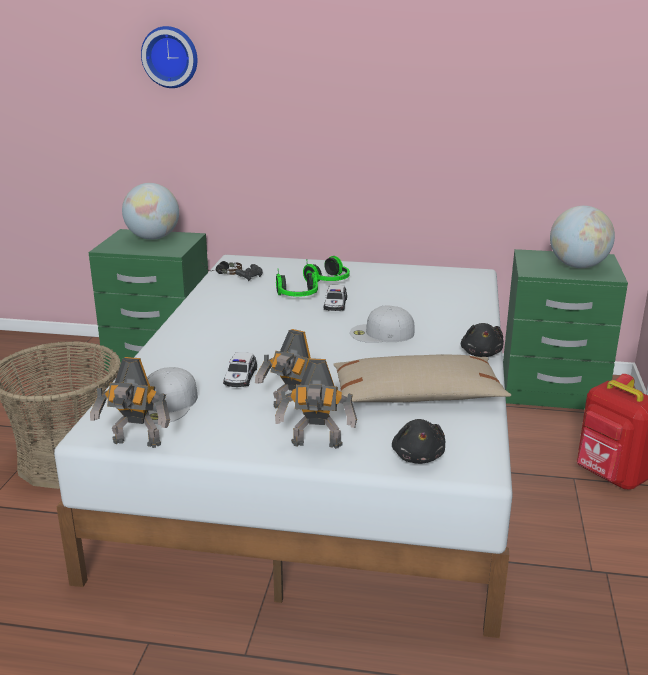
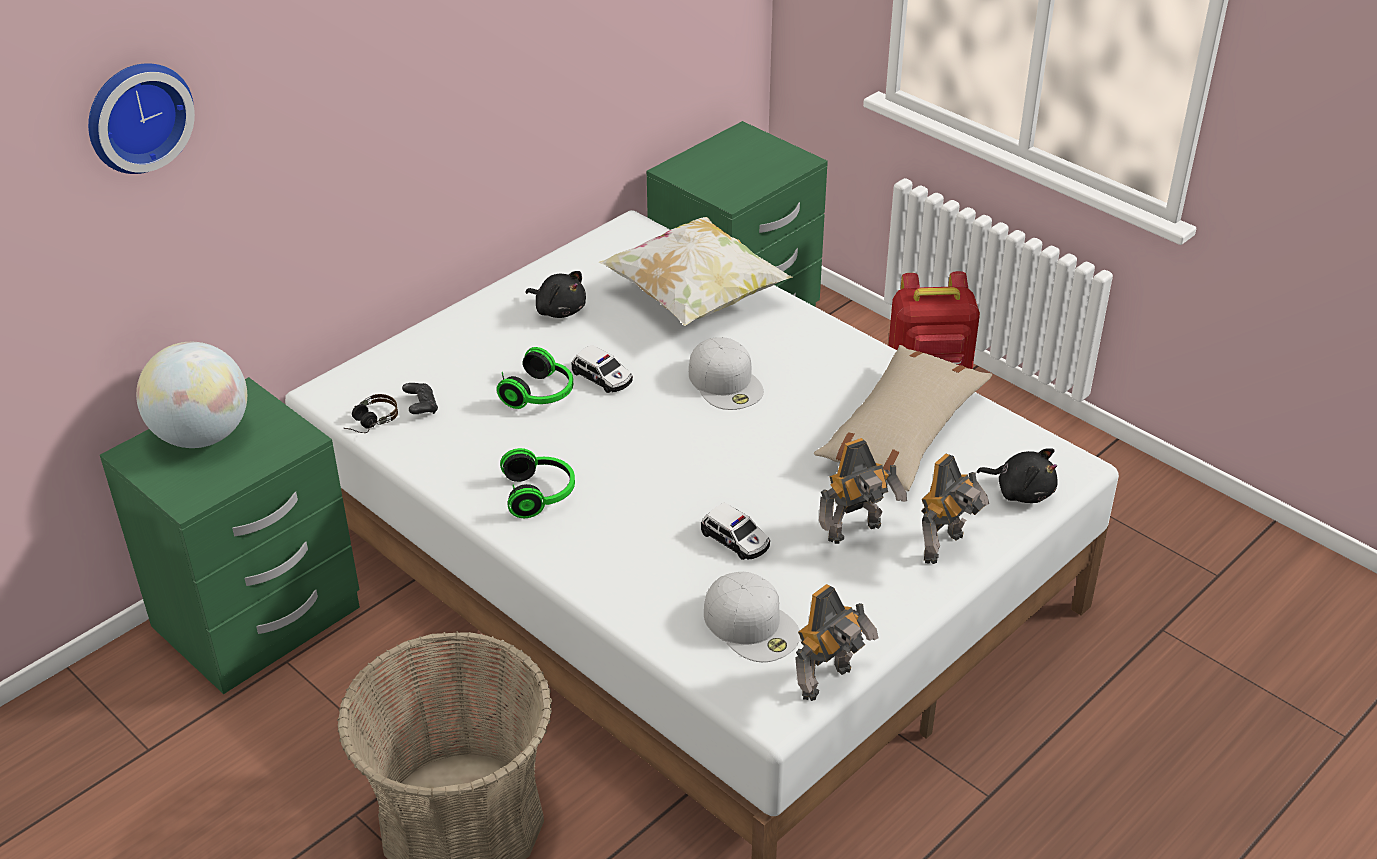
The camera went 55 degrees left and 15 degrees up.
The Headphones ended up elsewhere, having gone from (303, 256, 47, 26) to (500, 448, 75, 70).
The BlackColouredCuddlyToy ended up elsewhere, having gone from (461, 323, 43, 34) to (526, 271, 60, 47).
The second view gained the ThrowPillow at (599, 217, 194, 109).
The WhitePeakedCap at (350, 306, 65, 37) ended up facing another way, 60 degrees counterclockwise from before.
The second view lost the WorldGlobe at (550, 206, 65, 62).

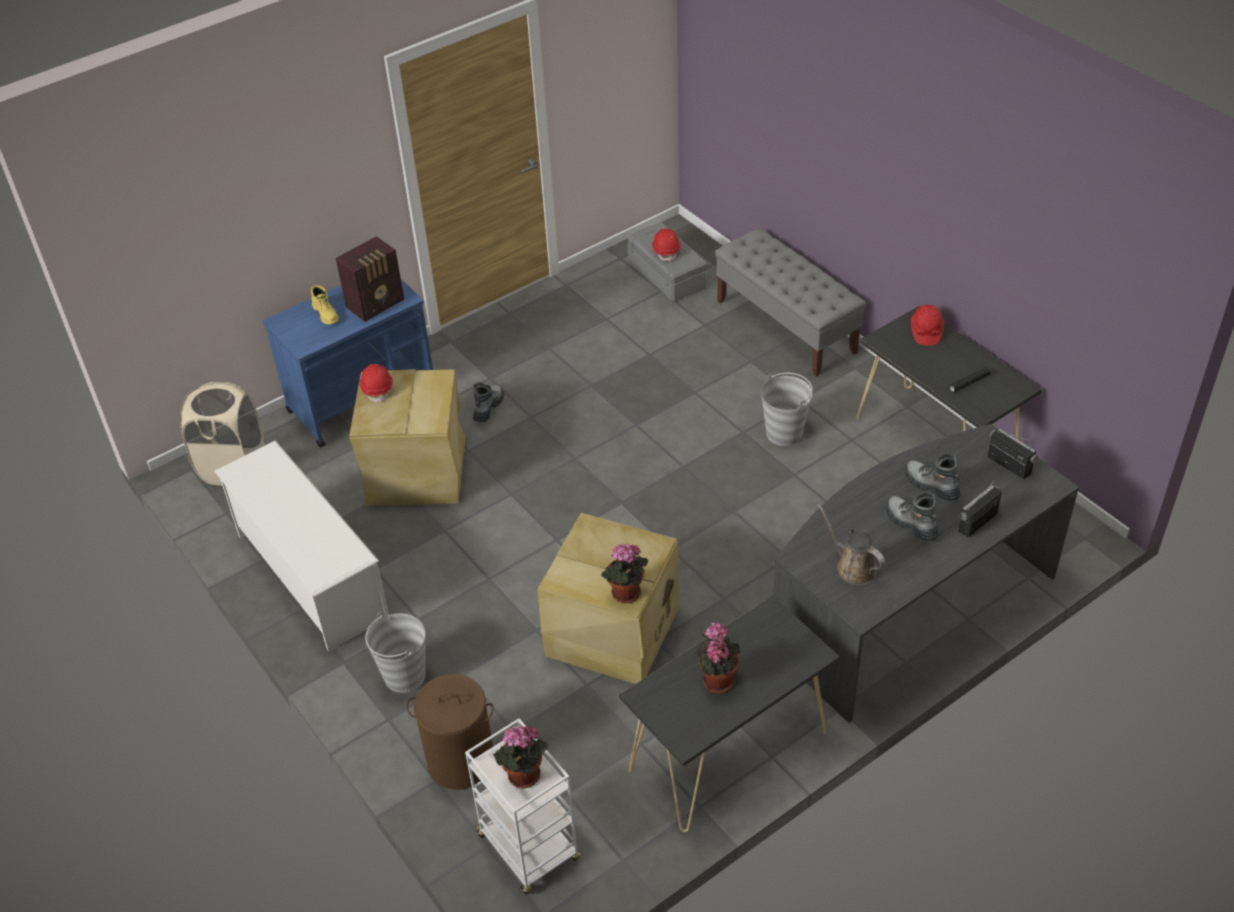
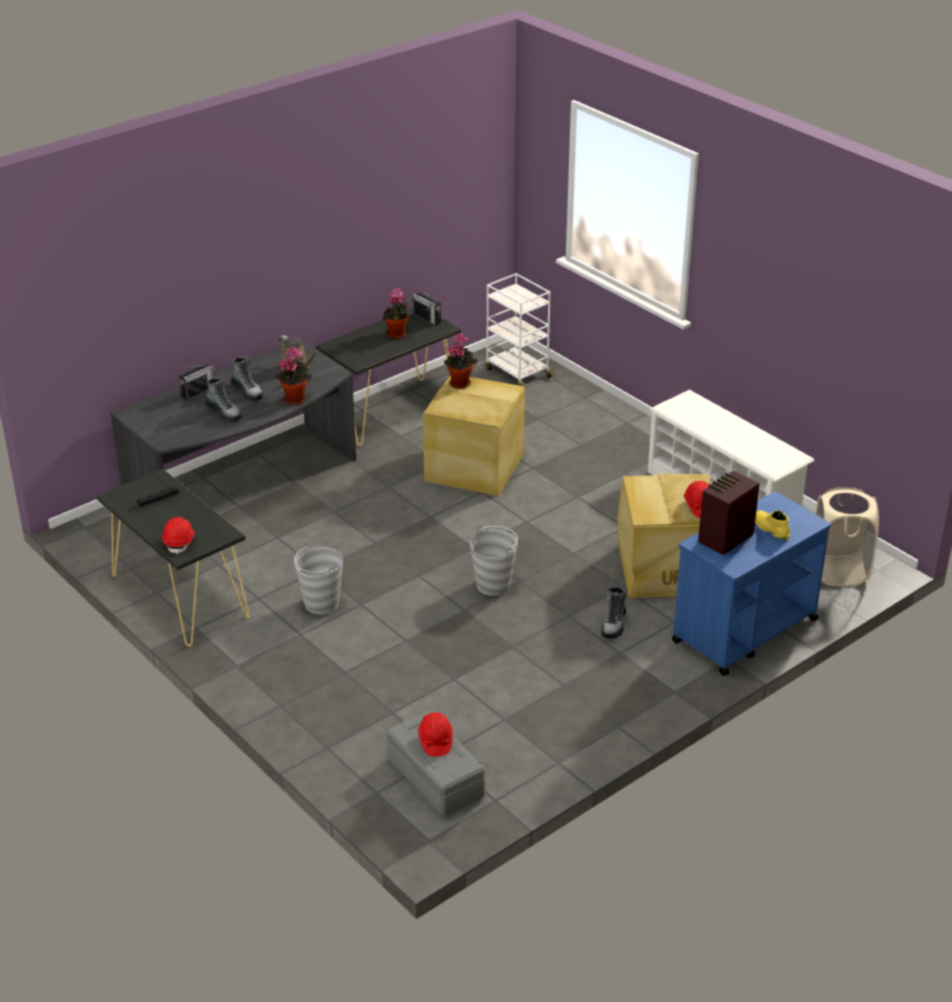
The camera went 175 degrees right and 10 degrees down.
The Houseplant ended up elsewhere, having gone from (493, 725, 55, 64) to (275, 347, 37, 58).
The Radio ended up elsewhere, having gone from (987, 428, 51, 51) to (411, 286, 30, 40).
The GreyishWaterBucket ended up elsewhere, having gone from (365, 612, 61, 81) to (470, 526, 48, 70).
The second view lost the BrownColouredLaundryBasket at (406, 674, 88, 116).
The second view lost the GreyishIndoorBench at (715, 228, 151, 149).

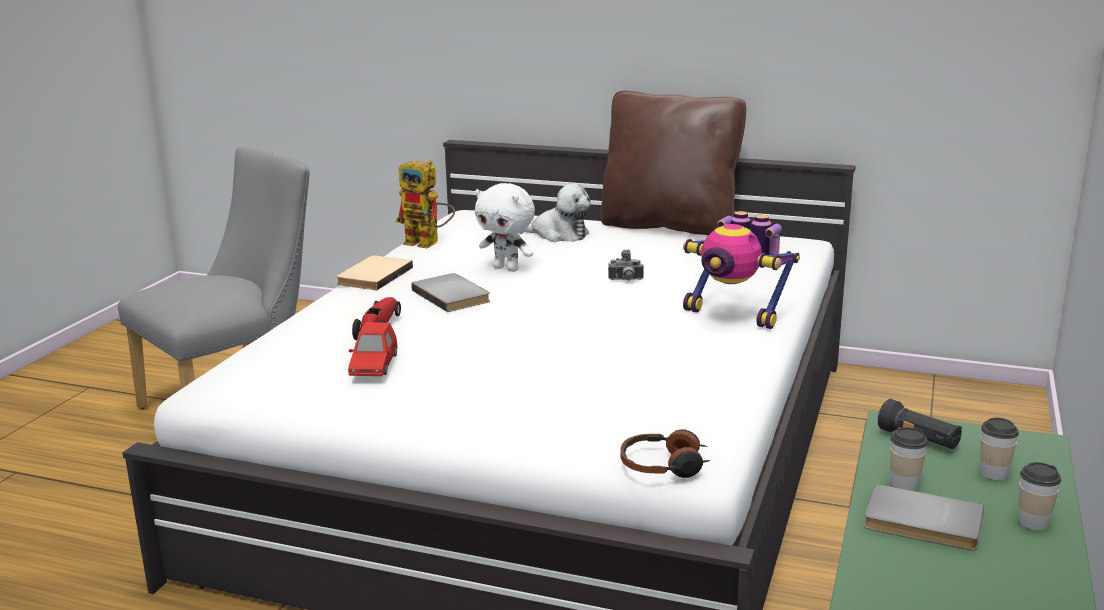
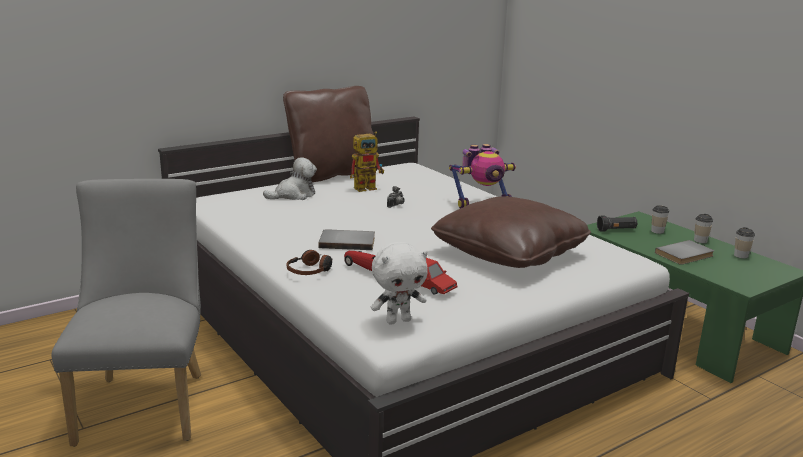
The camera went 55 degrees left and 0 degrees up.
The Headphones ended up elsewhere, having gone from (620, 429, 90, 49) to (287, 250, 46, 25).
The ToyRobot ended up elsewhere, having gone from (396, 160, 59, 88) to (350, 131, 34, 61).
The WhiteCuddlyToy ended up elsewhere, having gone from (475, 183, 60, 89) to (371, 242, 57, 83).
The second view gained the BrownColouredThrowPillow at (431, 196, 160, 72).
The SmallCup ended up elsewhere, having gone from (890, 427, 38, 64) to (734, 227, 21, 31).
The second view lost the SandColouredVolume at (336, 255, 77, 35).

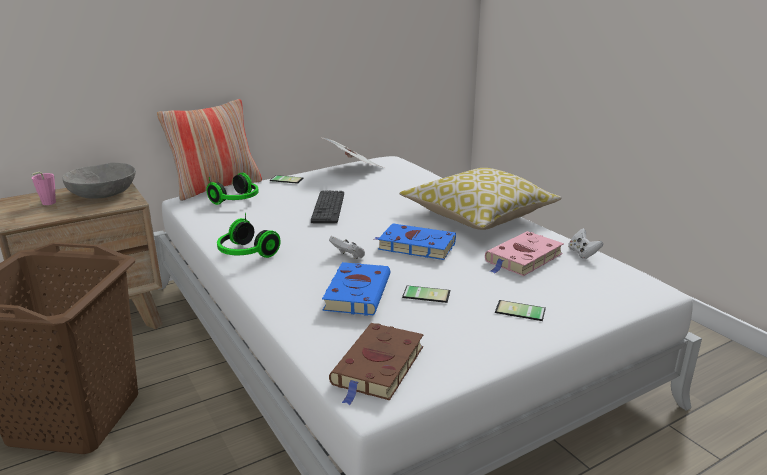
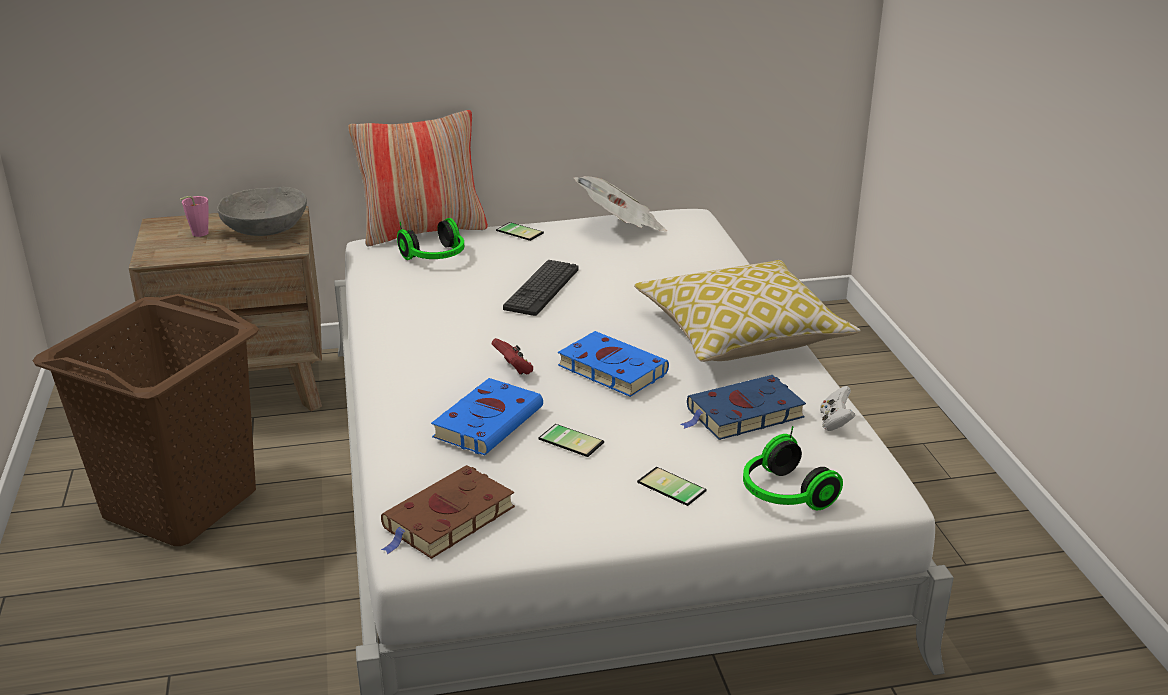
The camera went 20 degrees right and 5 degrees up.
What was the WhiteJoypad at (329, 236, 36, 23) turned into the ReddishJoypad at (492, 338, 41, 37).
What was the PinkishVolume at (485, 231, 79, 45) turned into the BluishVolume at (680, 375, 126, 65).
The Headphones ended up elsewhere, having gone from (217, 212, 64, 46) to (743, 426, 100, 84).

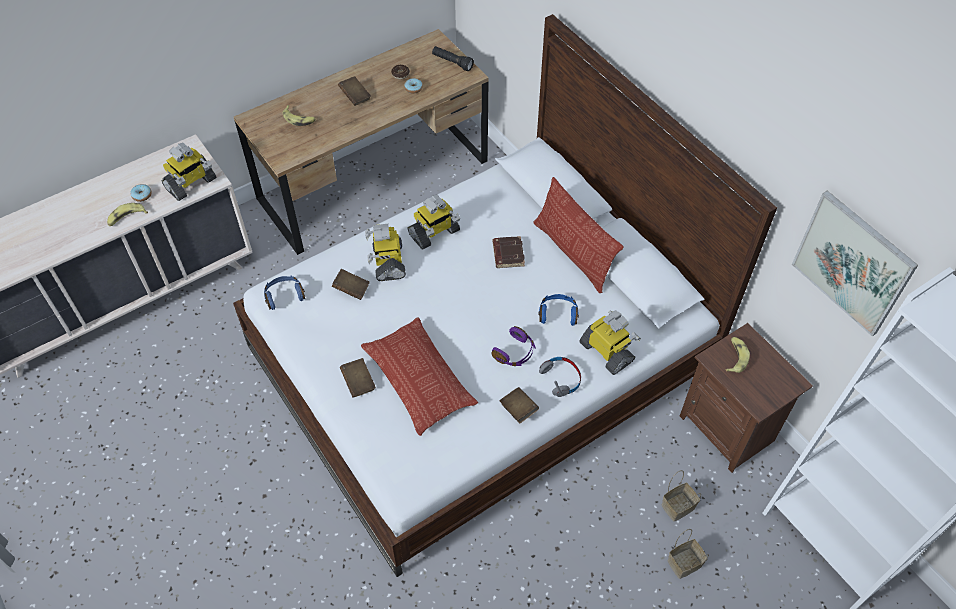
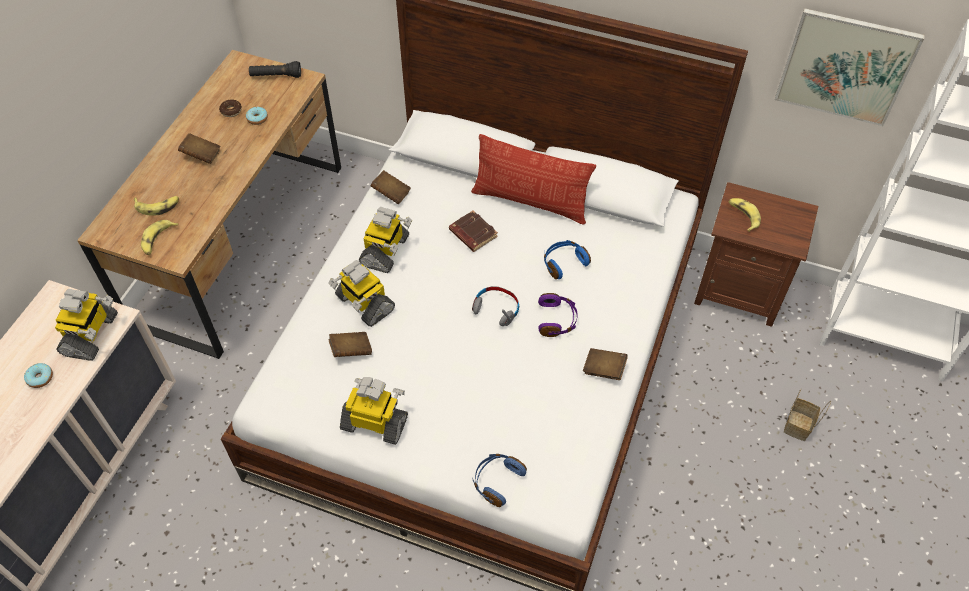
The camera went 35 degrees left and 0 degrees up.
The BananaFruit ended up elsewhere, having gone from (107, 203, 41, 24) to (141, 220, 37, 35).
The ToyRobot ended up elsewhere, having gone from (579, 310, 62, 65) to (340, 377, 68, 68).
The BrownColouredVolume ended up elsewhere, having gone from (340, 358, 36, 40) to (371, 170, 40, 34).
The GreyishHeadphones ended up elsewhere, having gone from (539, 357, 42, 40) to (472, 286, 47, 40).
The BluishHeadphones ended up elsewhere, having gone from (264, 275, 41, 35) to (472, 454, 55, 53).
The second view lost the ThrowPillow at (361, 318, 117, 118).
The second view lost the Basket at (662, 470, 39, 51).

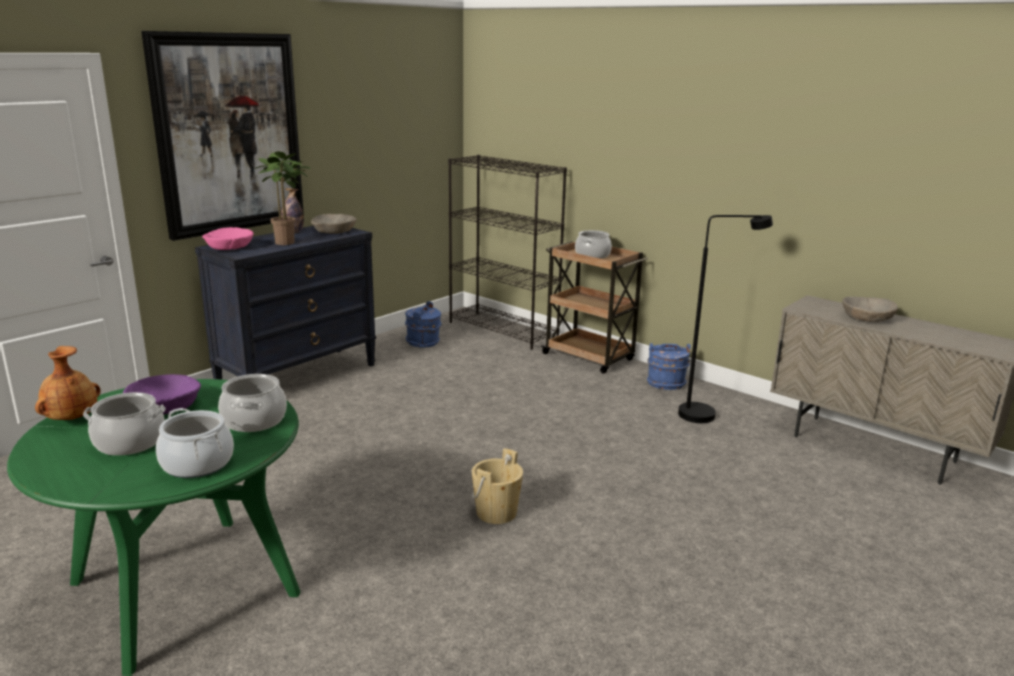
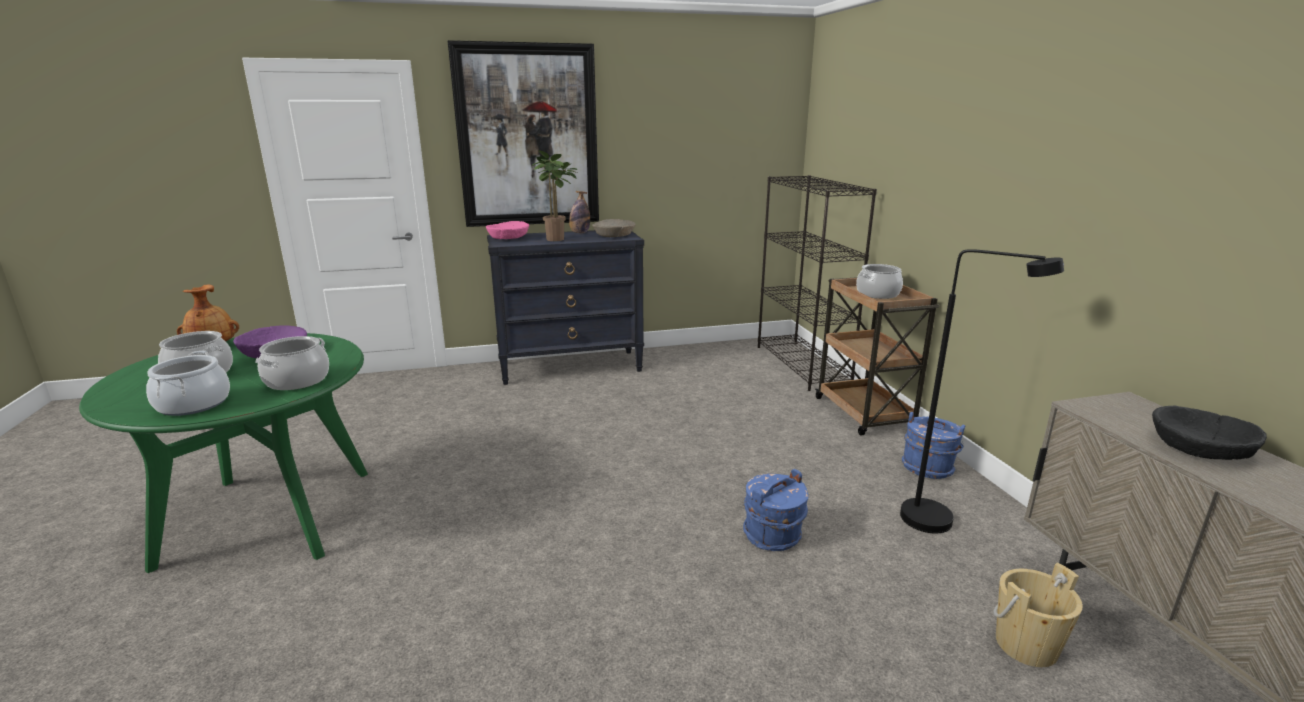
The camera went 35 degrees right and 0 degrees up.
The BluishWaterBucket ended up elsewhere, having gone from (405, 301, 36, 47) to (743, 469, 65, 82).
The SandColouredWaterBucket ended up elsewhere, having gone from (472, 448, 51, 76) to (993, 563, 90, 104).
What was the SandColouredDeepDish at (842, 297, 56, 25) turned into the BlackColouredDeepDish at (1152, 406, 115, 54).

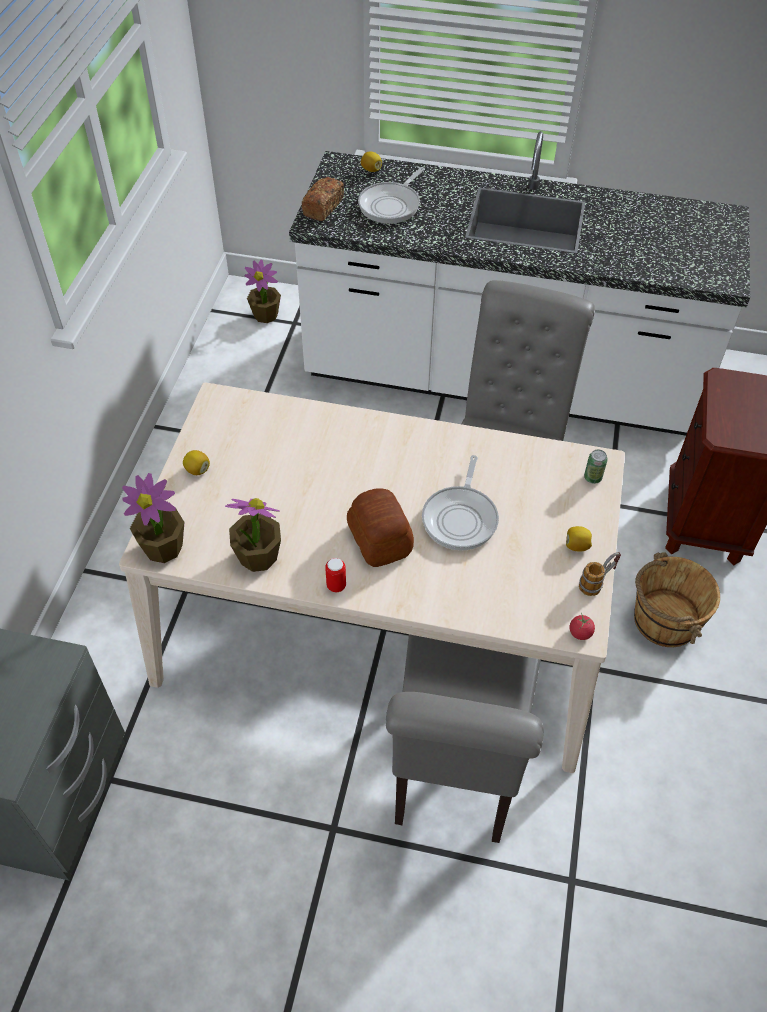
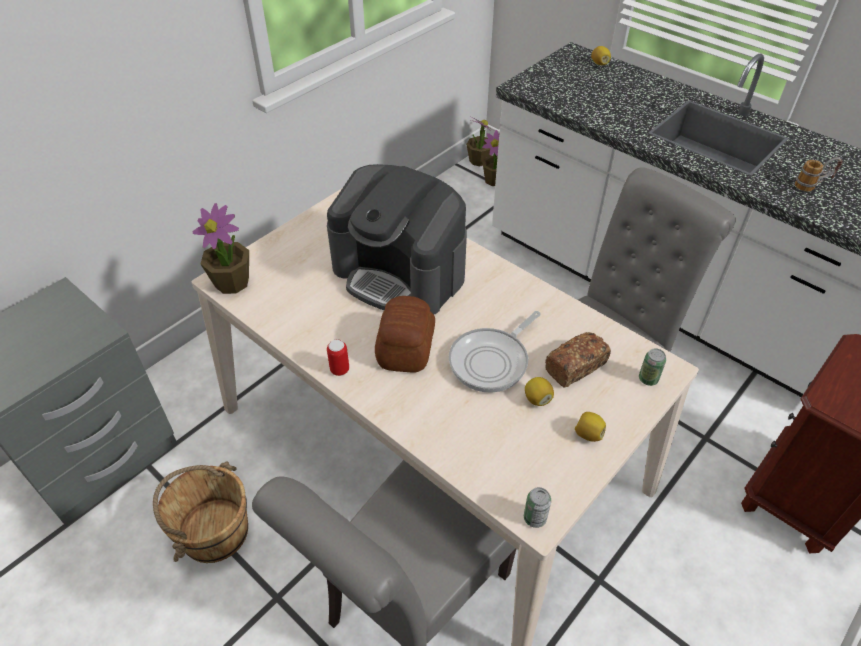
The camera went 30 degrees right and 5 degrees down.
The BrownColouredWaterBucket ended up elsewhere, having gone from (634, 552, 86, 95) to (153, 461, 95, 102).
The second view gained the CoffeeMaker at (327, 164, 140, 151).
The Houseplant ended up elsewhere, having gone from (225, 498, 56, 74) to (466, 117, 25, 49).
Where the Tomato stood at (570, 613, 25, 27), the SealedCan came to stand at (524, 487, 27, 41).
The CitrusFruit ended up elsewhere, having gone from (183, 450, 27, 25) to (525, 377, 29, 29).
The BakeryBread ended up elsewhere, having gone from (302, 177, 42, 44) to (545, 332, 66, 55).
The Mug ended up elsewhere, having gone from (579, 552, 42, 44) to (795, 157, 47, 35).
The second view lost the Skillet at (358, 167, 67, 57).

